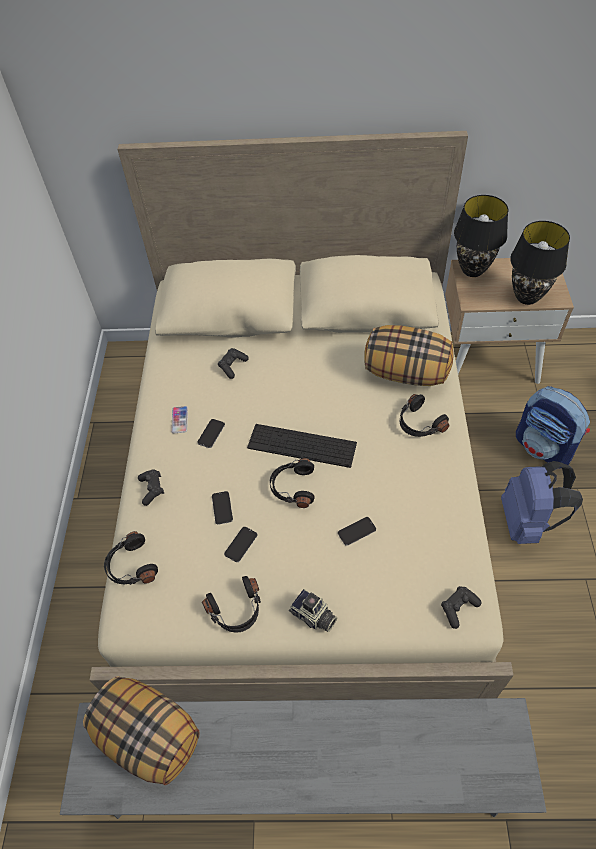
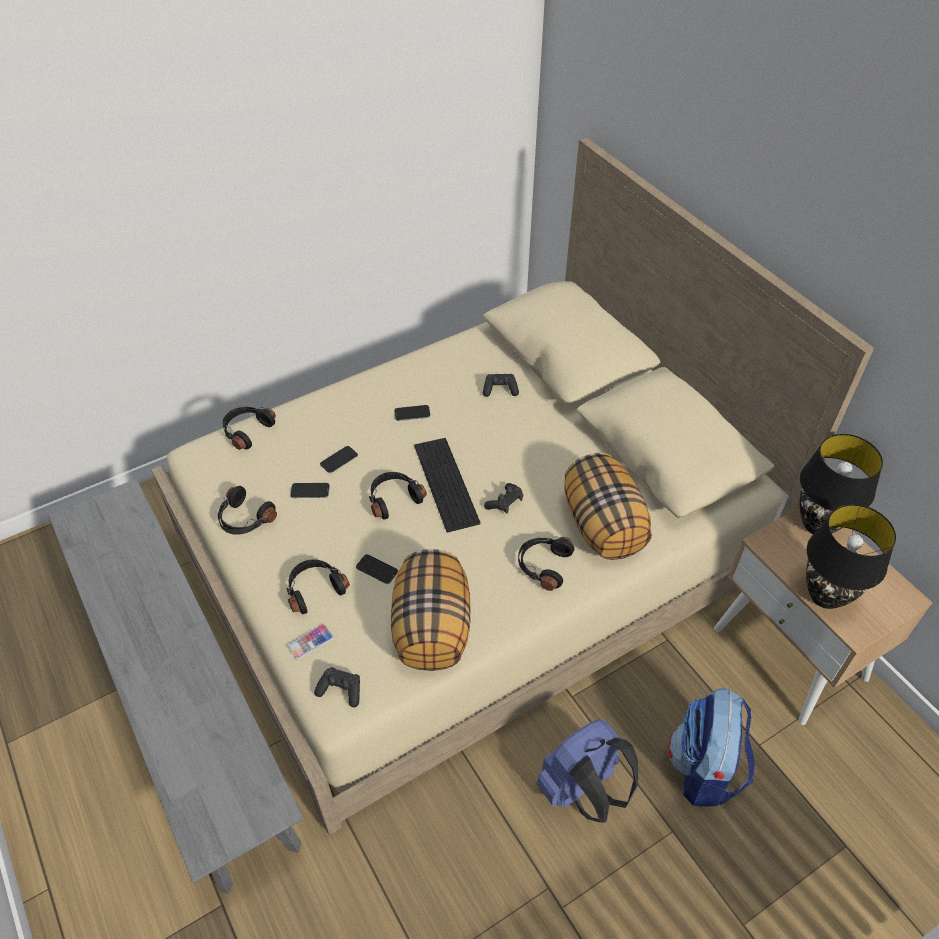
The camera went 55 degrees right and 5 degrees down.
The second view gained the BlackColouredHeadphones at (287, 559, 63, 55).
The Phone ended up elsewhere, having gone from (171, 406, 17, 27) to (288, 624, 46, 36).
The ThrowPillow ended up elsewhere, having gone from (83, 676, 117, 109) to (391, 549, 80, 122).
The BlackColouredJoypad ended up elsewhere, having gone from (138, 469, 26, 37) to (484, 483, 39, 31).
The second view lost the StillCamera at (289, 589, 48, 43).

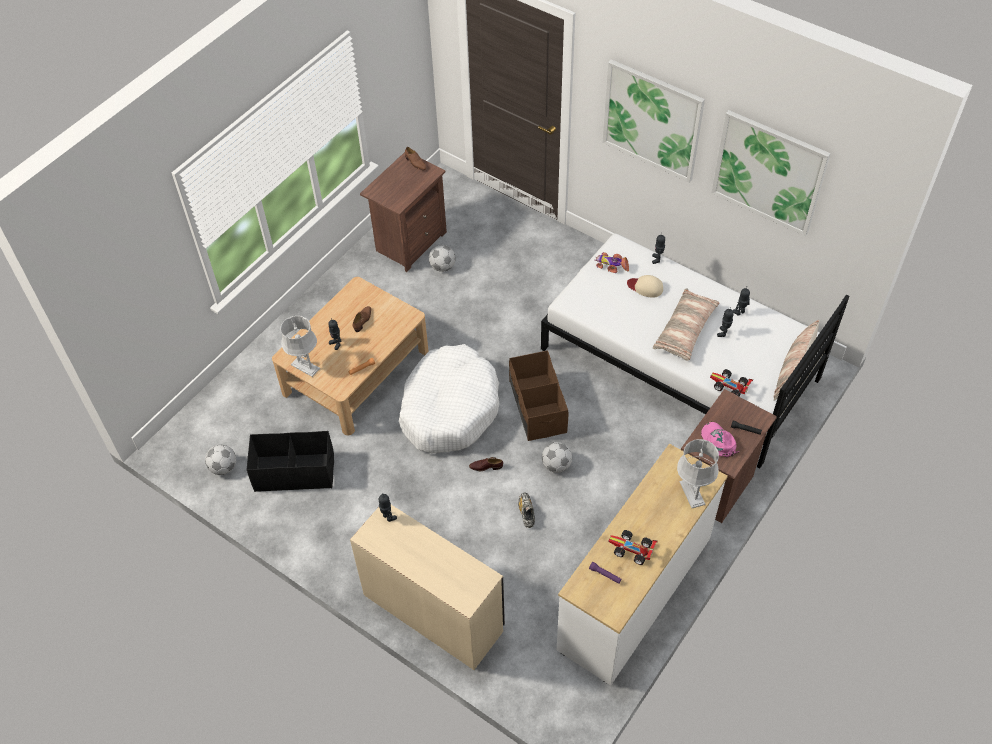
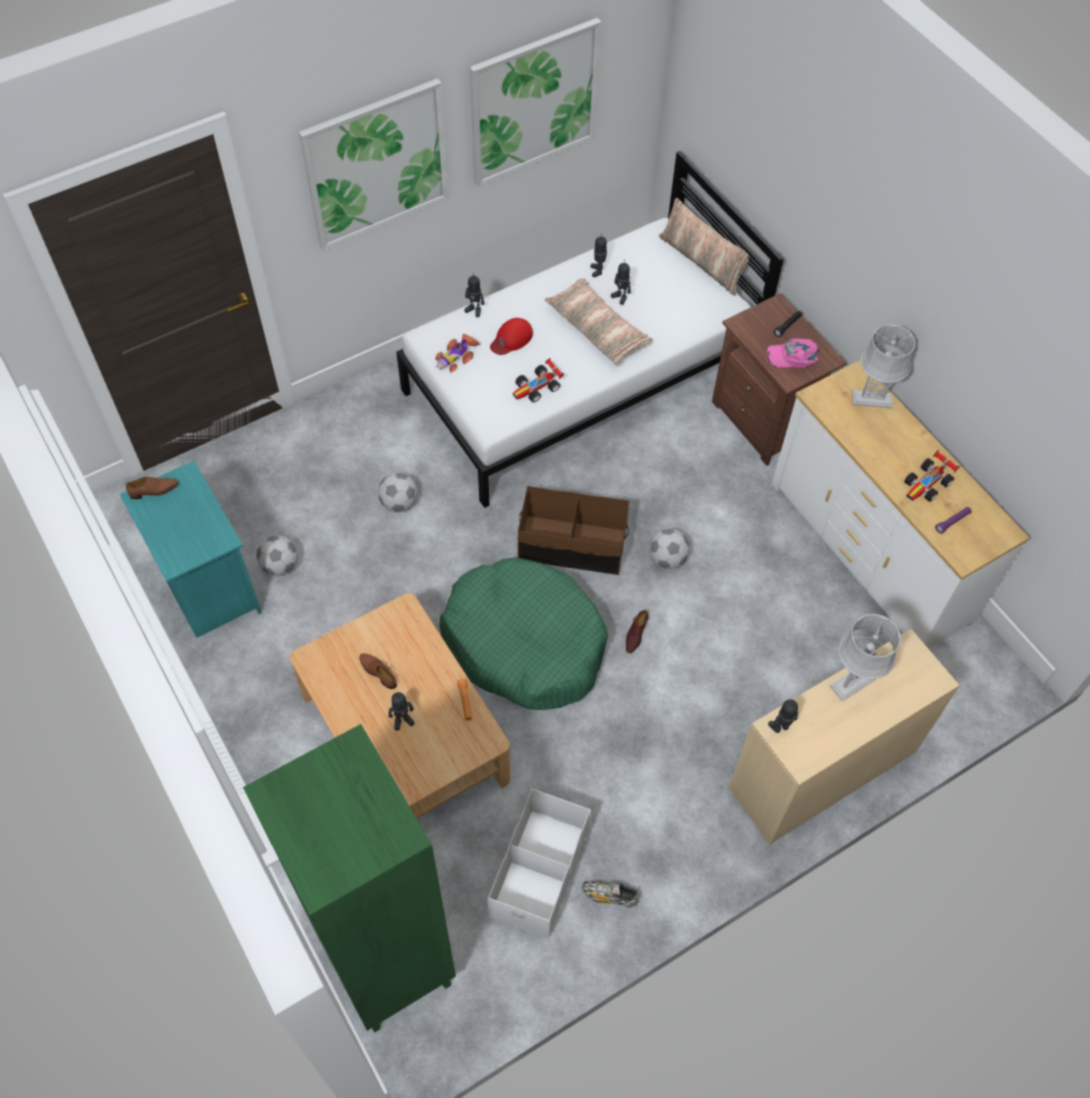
The camera went 70 degrees left and 5 degrees up.
What was the BrownColouredNightTable at (360, 152, 87, 120) turned into the TurquoiseColouredNightTable at (120, 461, 142, 177).
The second view gained the GreenColouredBookcase at (243, 724, 213, 309).
The BallForFootball ended up elsewhere, having gone from (205, 445, 31, 30) to (378, 473, 40, 39).
What was the WhiteDogBed at (399, 344, 101, 109) turned into the GreenColouredDogBed at (439, 557, 169, 153).
What was the BlackColouredStorageBin at (247, 431, 87, 61) turned into the WhiteStorageBin at (487, 789, 104, 150).
What was the SandColouredPeakedCap at (627, 275, 36, 23) turned into the ReddishPeakedCap at (490, 318, 43, 37).
The MiniatureCar ended up elsewhere, having gone from (710, 369, 43, 27) to (513, 358, 51, 44).
The LowShoe ended up elsewhere, having gone from (518, 493, 17, 35) to (582, 881, 57, 27).
The GreyishLampForATable ended up elsewhere, having gone from (280, 316, 40, 61) to (830, 614, 71, 87).

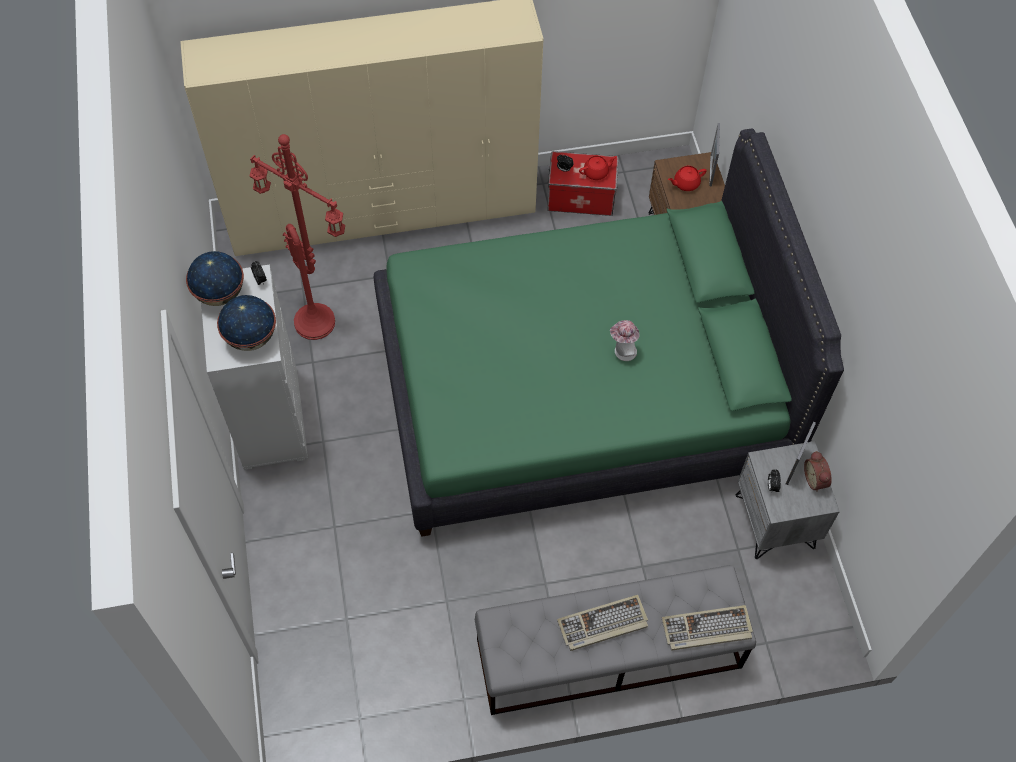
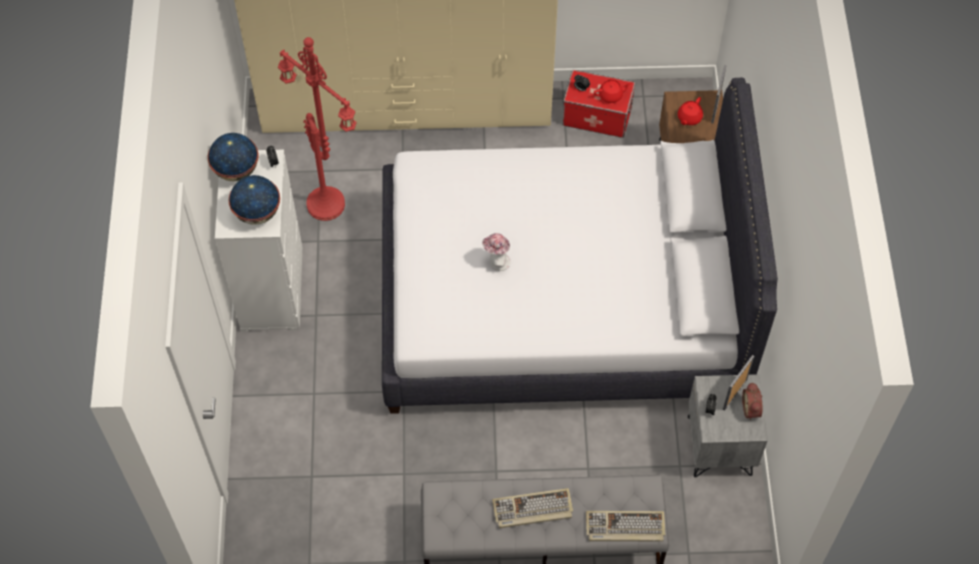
The camera went 10 degrees right and 0 degrees up.
What was the GreenColouredBedroomBed at (374, 129, 470, 408) turned into the WhiteBedroomBed at (382, 78, 396, 336).
The WearableHat ended up elsewhere, having gone from (610, 320, 30, 41) to (482, 233, 29, 38).
The ReddishPotForTea at (668, 166, 39, 25) ended up facing another way, 45 degrees counterclockwise from before.

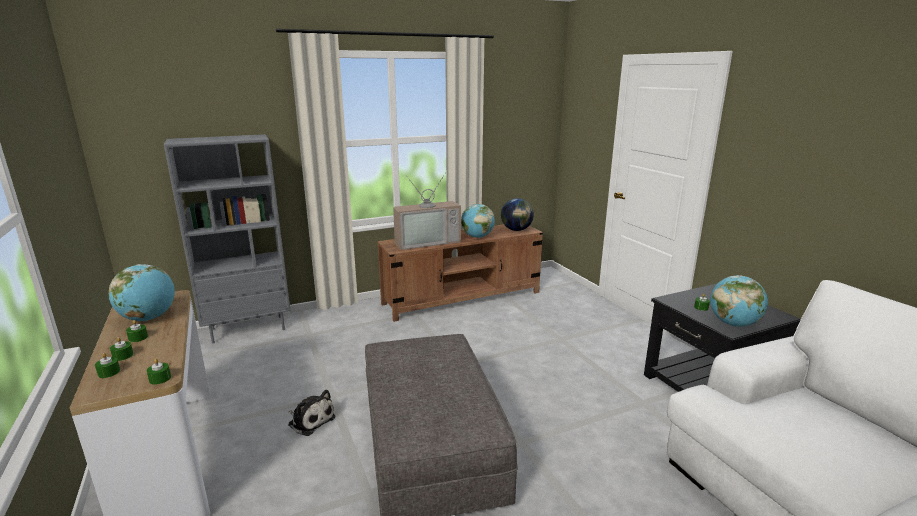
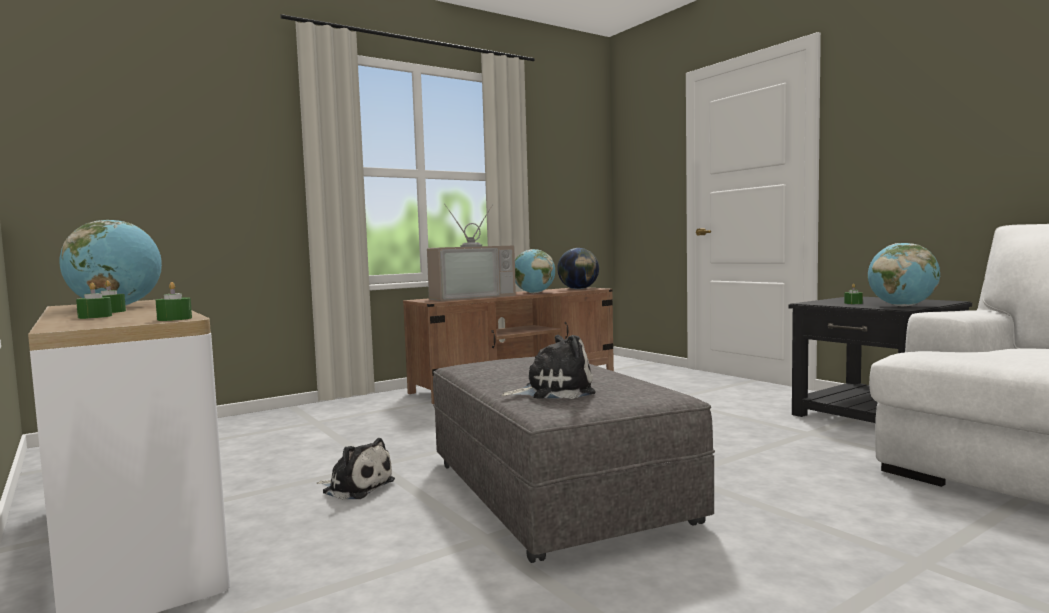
The camera went 10 degrees left and 15 degrees down.
The second view gained the CuddlyToy at (501, 335, 95, 64).
The second view lost the GreenColouredWaxCandle at (95, 353, 25, 25).
The second view lost the GreyishBookcase at (164, 134, 127, 210).

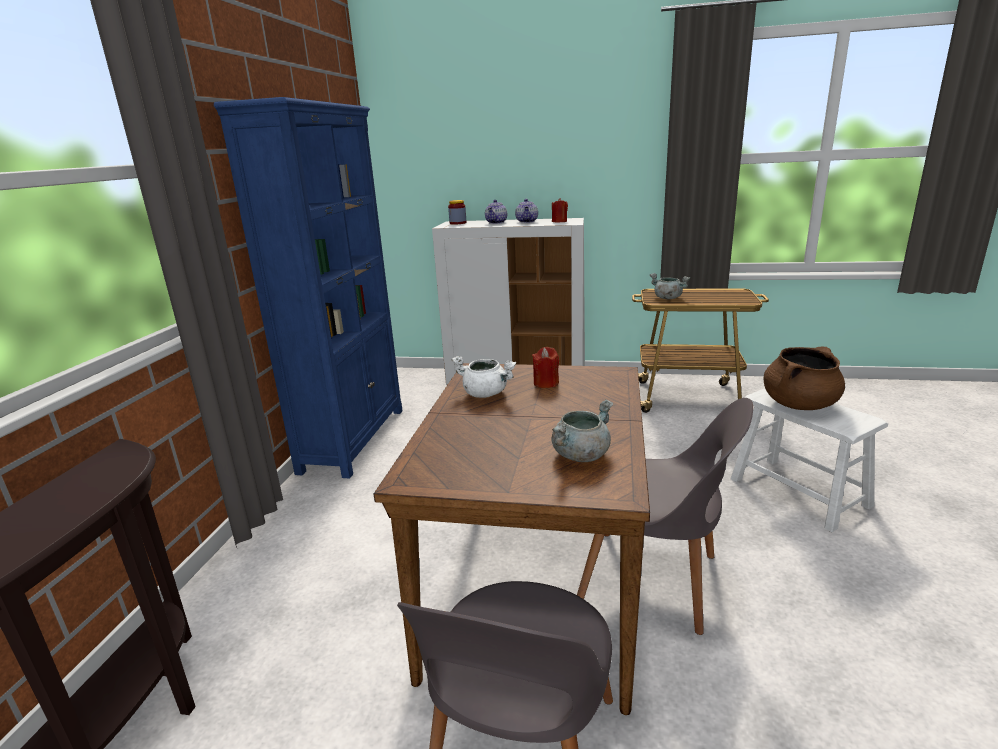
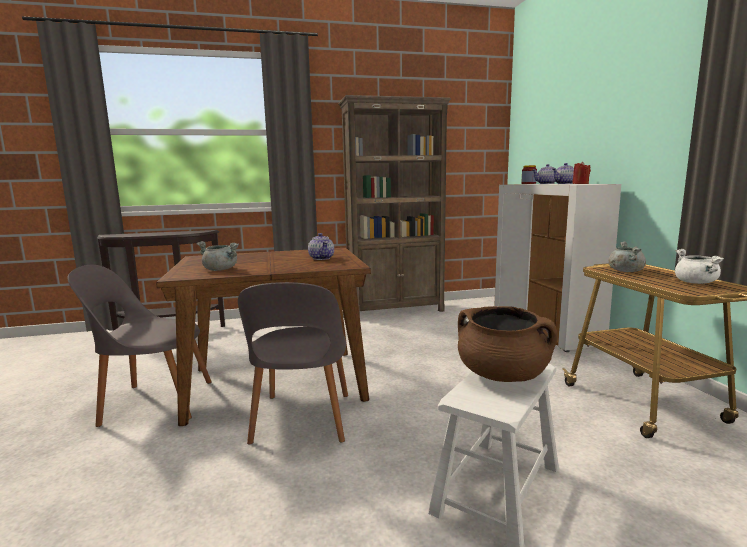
The camera went 65 degrees right and 10 degrees down.
Where the ReddishWaxCandle stood at (532, 347, 27, 41), the PotForTea came to stand at (308, 233, 26, 27).
What was the BluishBookcase at (214, 97, 188, 382) turned into the BrownColouredBookcase at (338, 95, 113, 220).
The WhiteCookingPot ended up elsewhere, having gone from (452, 356, 64, 42) to (675, 249, 49, 35).

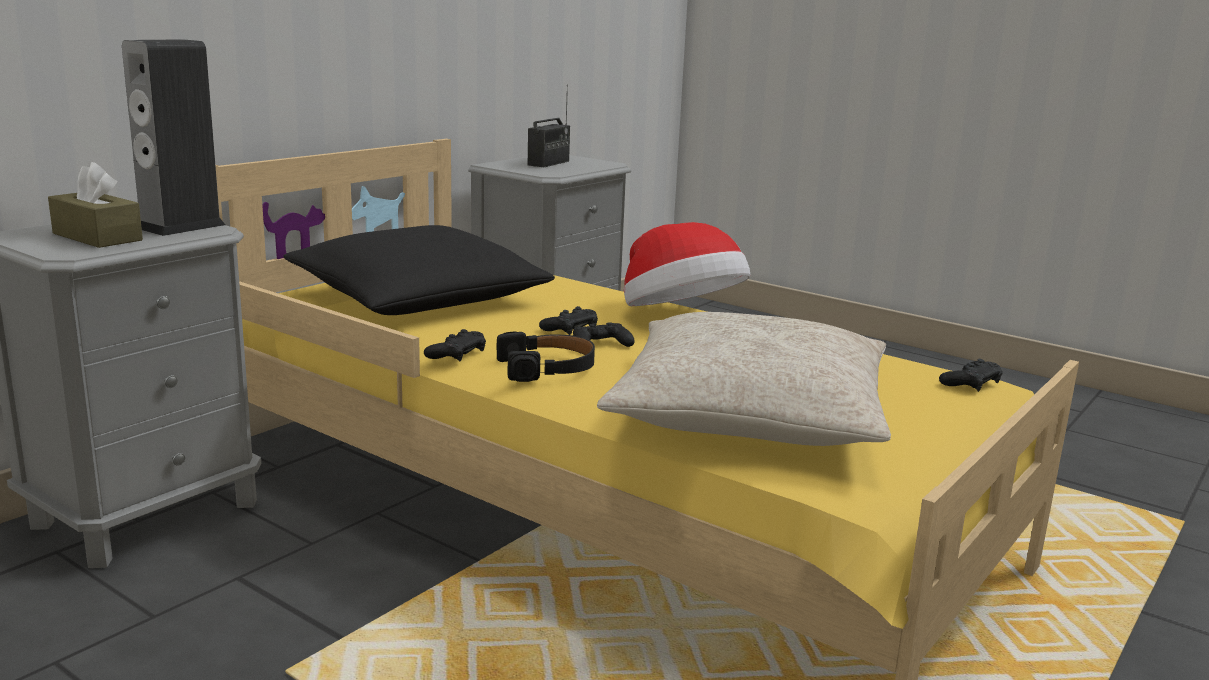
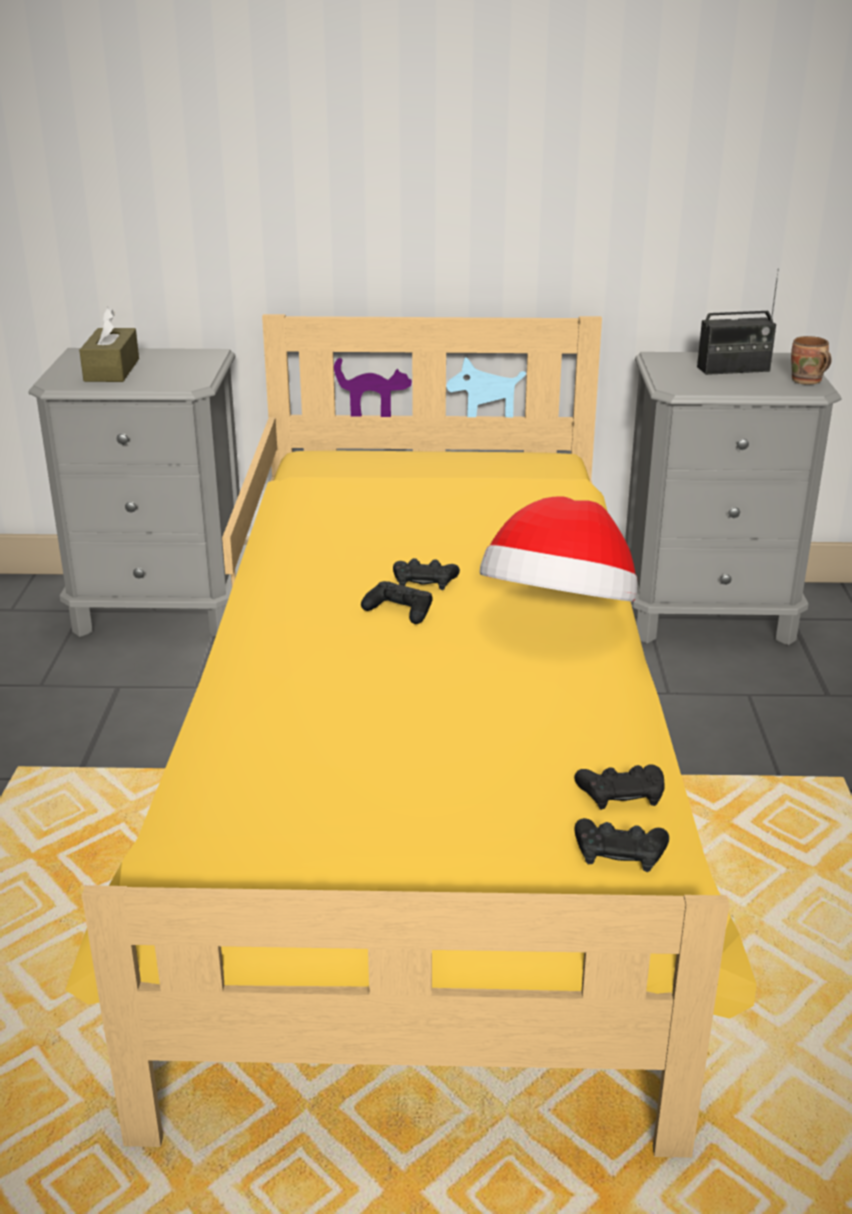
The camera went 55 degrees right and 10 degrees up.
The BlackColouredJoypad ended up elsewhere, having gone from (424, 329, 62, 33) to (574, 765, 91, 45).
The second view gained the BrownColouredMug at (791, 336, 41, 49).
The second view lost the Loudspeaker at (122, 39, 104, 197).
The second view lost the BlackColouredThrowPillow at (283, 225, 272, 90).
The second view lost the BlackColouredHeadphones at (497, 332, 98, 50).
The second view lost the SandColouredThrowPillow at (597, 312, 294, 134).

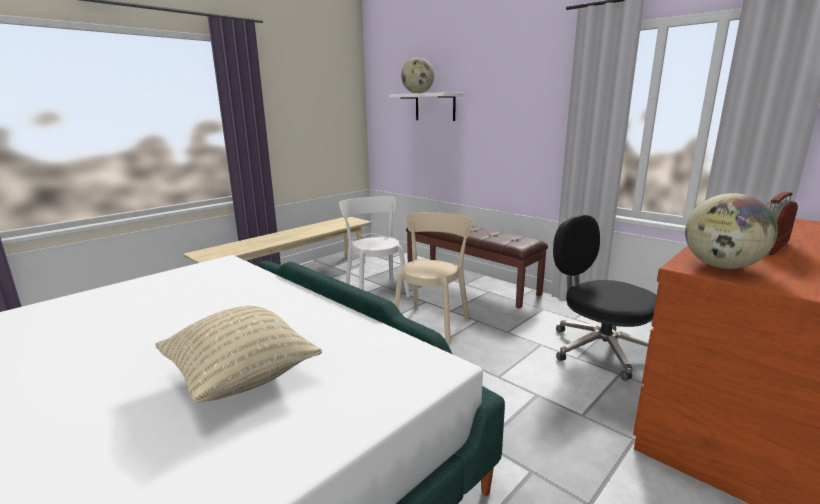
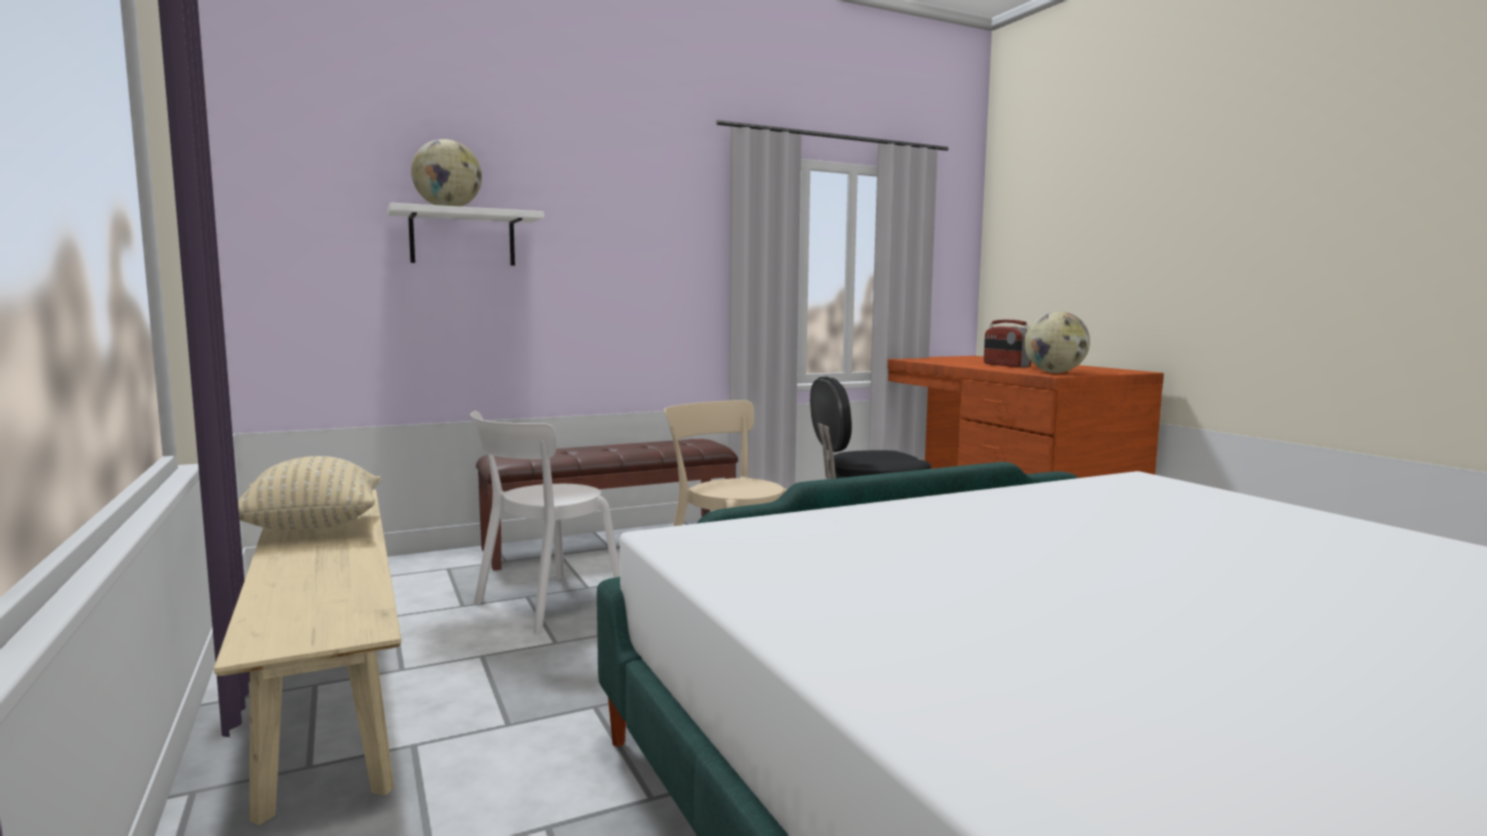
The camera went 70 degrees left and 10 degrees down.
The SandColouredThrowPillow ended up elsewhere, having gone from (155, 306, 167, 97) to (238, 456, 144, 74).
The WhiteChair at (339, 196, 71, 102) ended up facing another way, 45 degrees counterclockwise from before.

